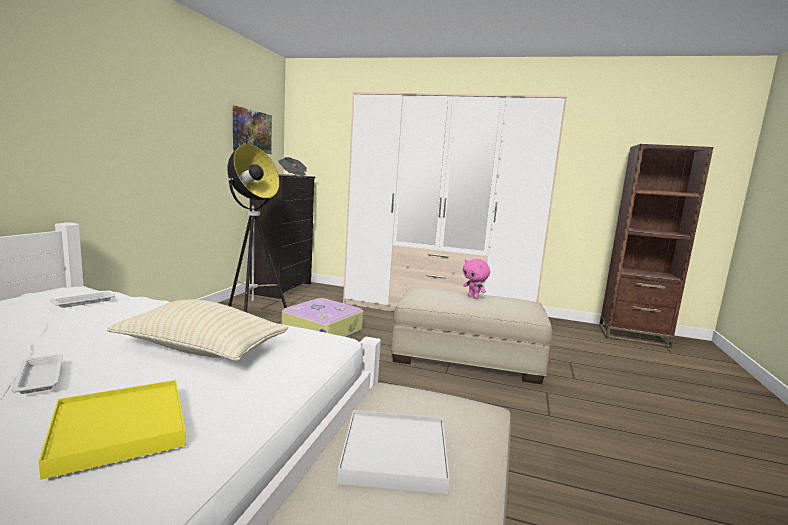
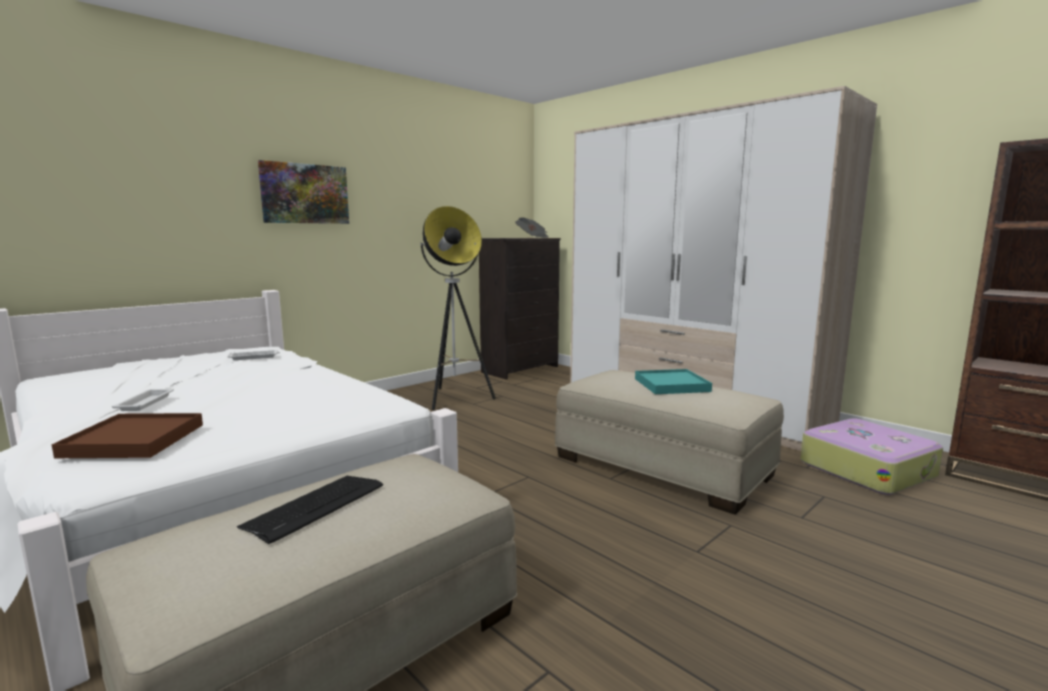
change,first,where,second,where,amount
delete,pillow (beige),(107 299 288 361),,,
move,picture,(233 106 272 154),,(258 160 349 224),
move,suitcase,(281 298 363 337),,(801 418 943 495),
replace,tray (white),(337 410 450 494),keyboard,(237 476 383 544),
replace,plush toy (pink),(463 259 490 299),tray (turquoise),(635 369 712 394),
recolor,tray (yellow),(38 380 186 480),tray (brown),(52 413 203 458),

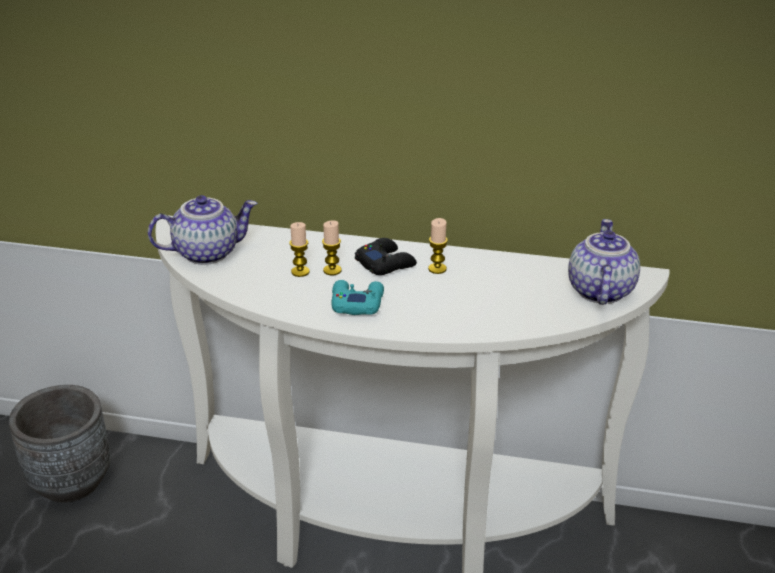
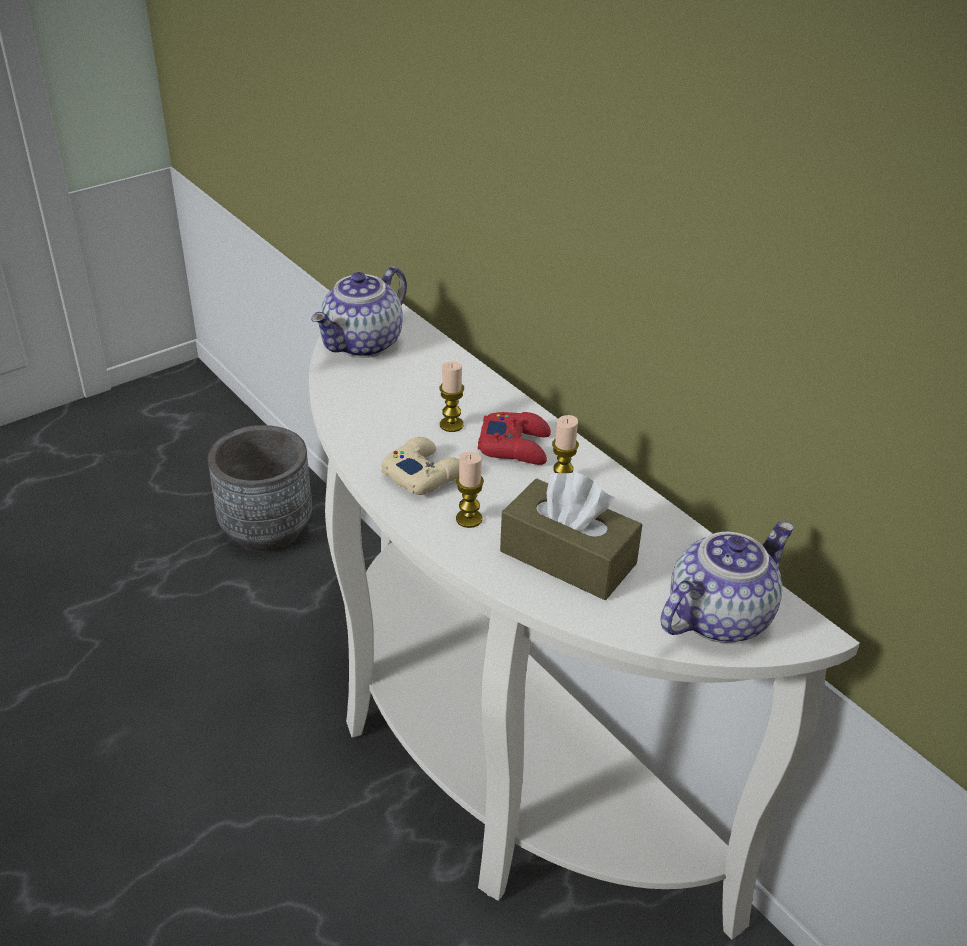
change,first,where,second,where,amount
insert,,,tissue box (brown),(500 472 642 600),
move,candle,(289 222 310 277),,(456 452 484 528),
recolor,game controller (turquoise),(331 280 384 315),game controller (beige),(381 437 459 495),
recolor,game controller (black),(355 238 417 275),game controller (red),(478 412 551 465),
rotate,teapot,(148 195 258 265),,(311 266 407 358),105 degrees clockwise

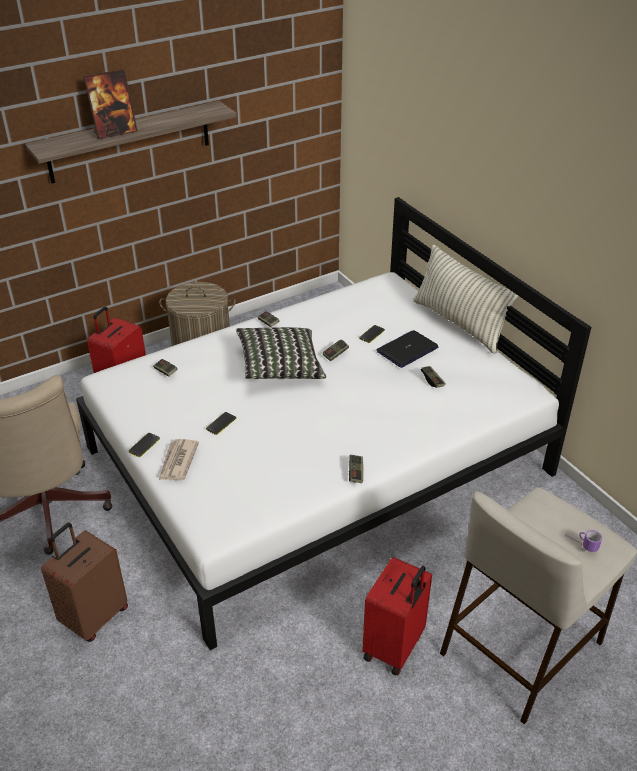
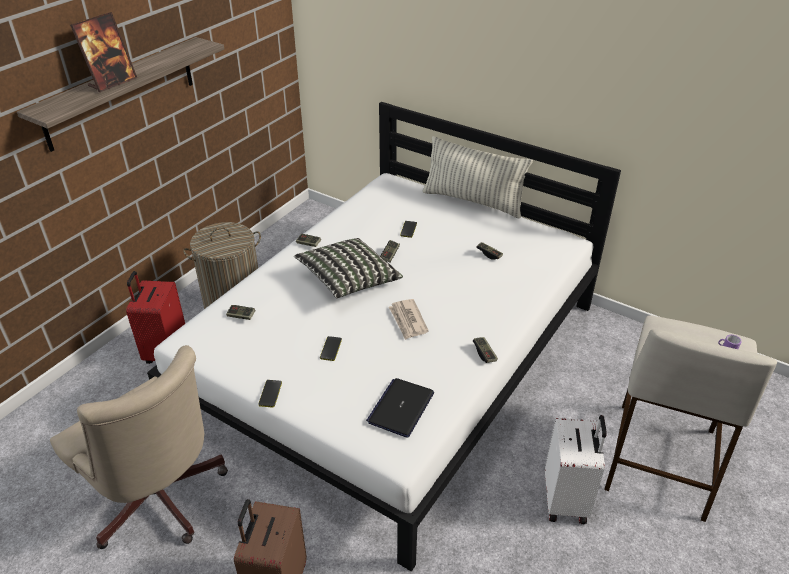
change,first,where,second,where,amount
move,newspaper,(159 439 199 480),,(389 299 429 340),
move,laptop,(377 330 438 368),,(366 378 434 438),
recolor,suitcase (red),(362 557 432 676),suitcase (white),(545 415 607 524),

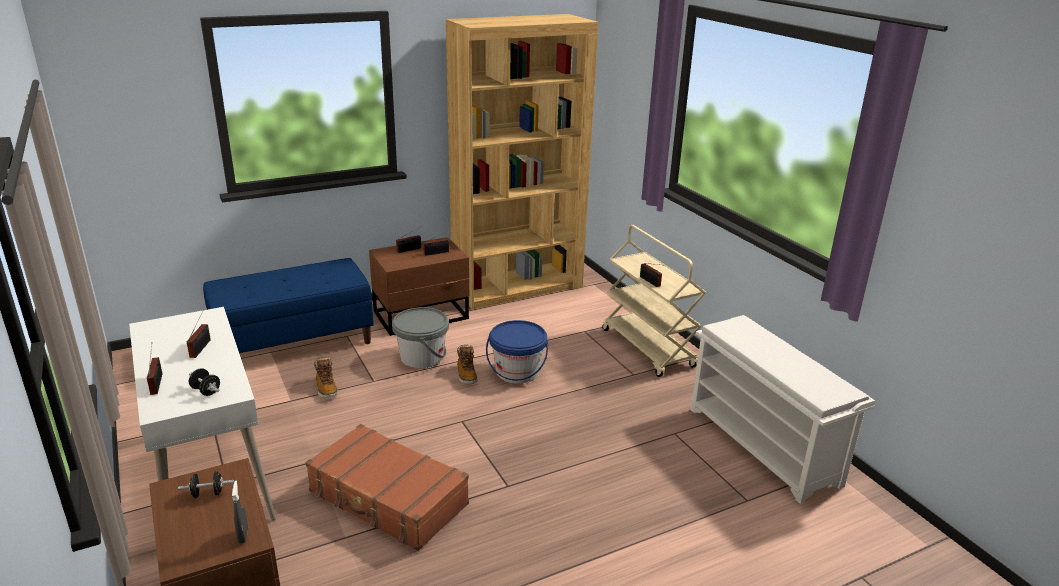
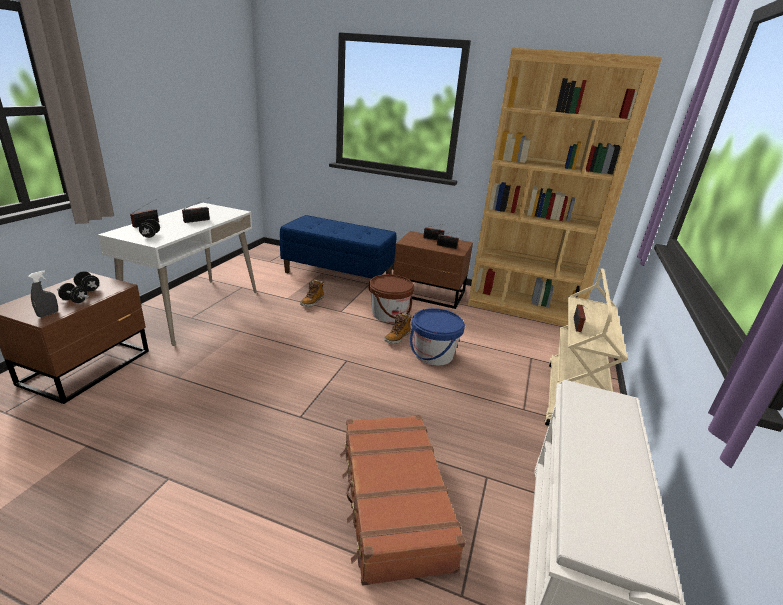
change,first,where,second,where,amount
insert,,,dumbbell (black),(57 283 89 303),
move,suitcase (brown),(305 424 469 551),,(340 415 466 586),
recolor,bucket (grey),(392 307 449 369),bucket (brown),(369 274 414 322),

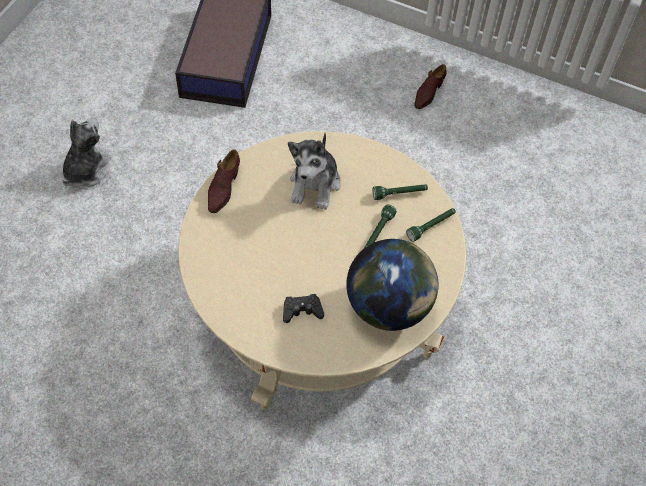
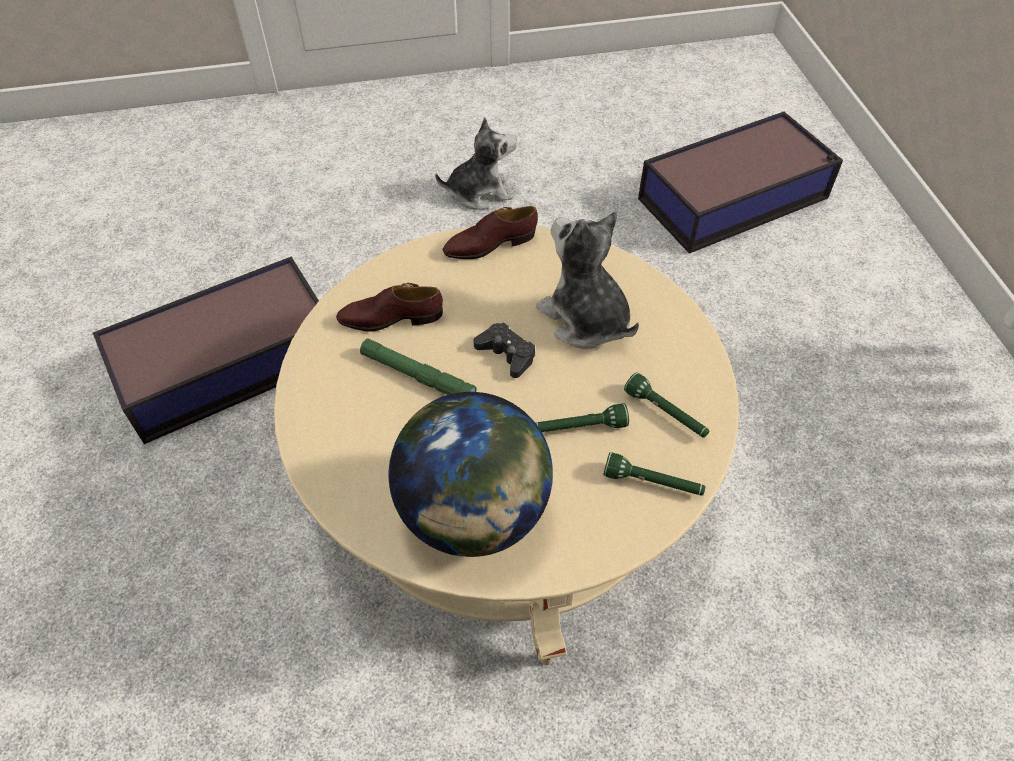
change,first,where,second,where,amount
insert,,,storage box,(93 257 319 444),
insert,,,flashlight (green),(360 339 477 395),
move,game controller (black),(283 294 324 323),,(474 322 535 378),
move,shoe (brown),(414 64 446 109),,(336 283 443 332),
rotate,plush toy,(288 133 341 210),,(536 211 639 349),75 degrees clockwise

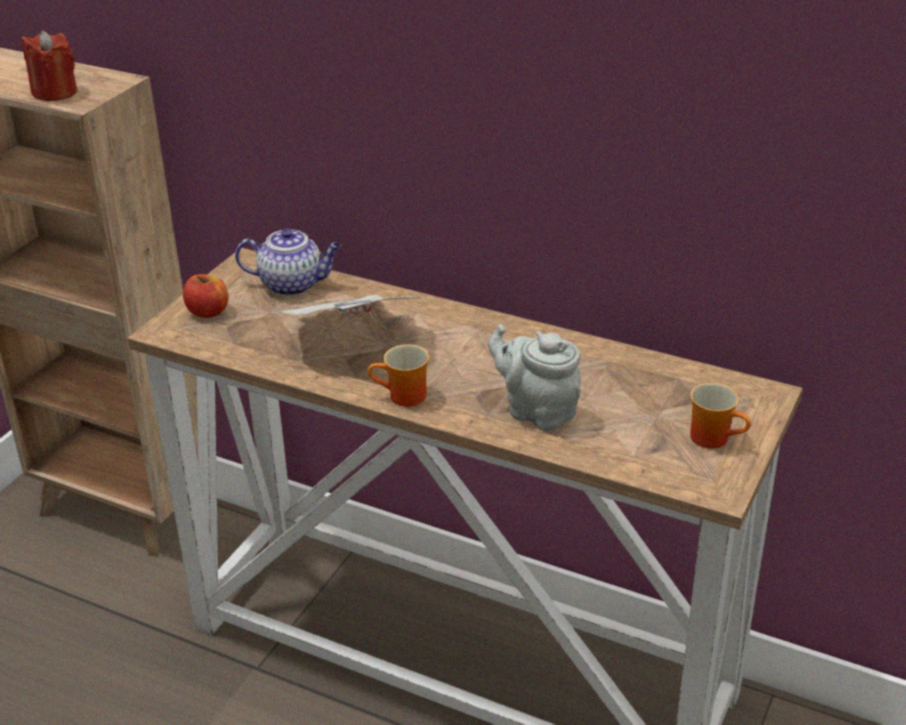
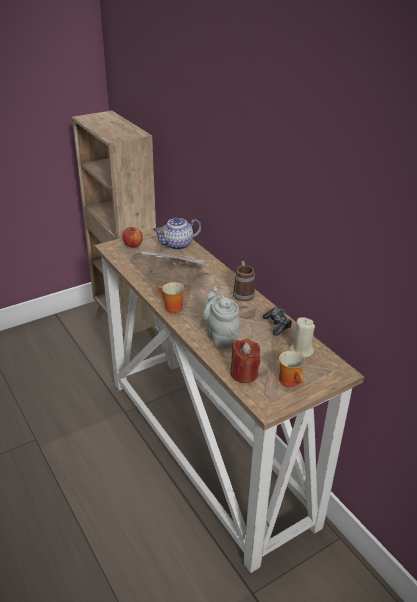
change,first,where,second,where,amount
insert,,,mug,(233 261 255 301),
insert,,,game controller,(262 307 292 336),
insert,,,candle (beige),(289 317 315 357),
move,candle (red),(22 31 77 101),,(230 339 260 383),
rotate,teapot,(235 228 342 296),,(153 217 201 250),120 degrees clockwise

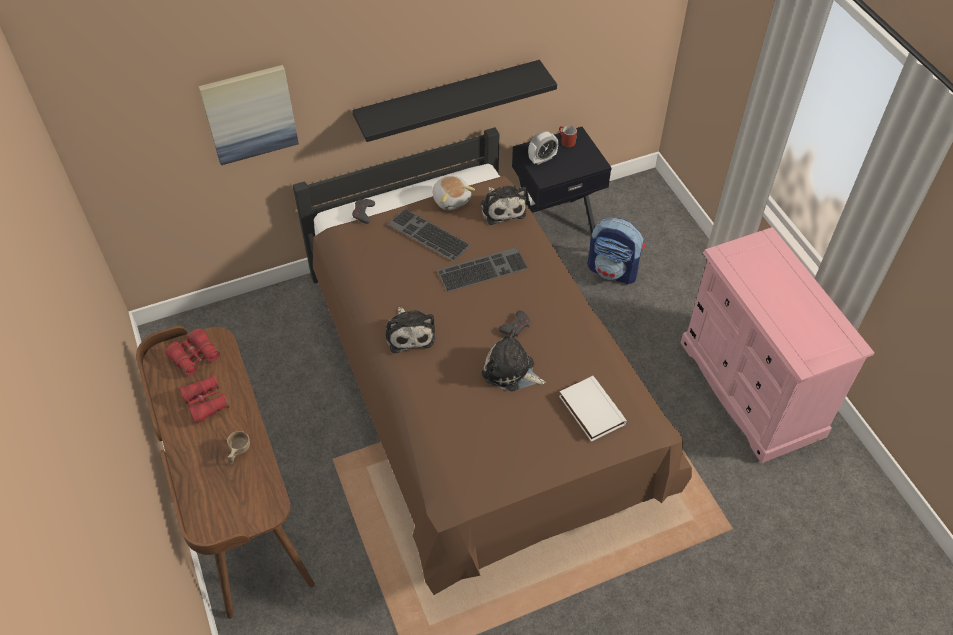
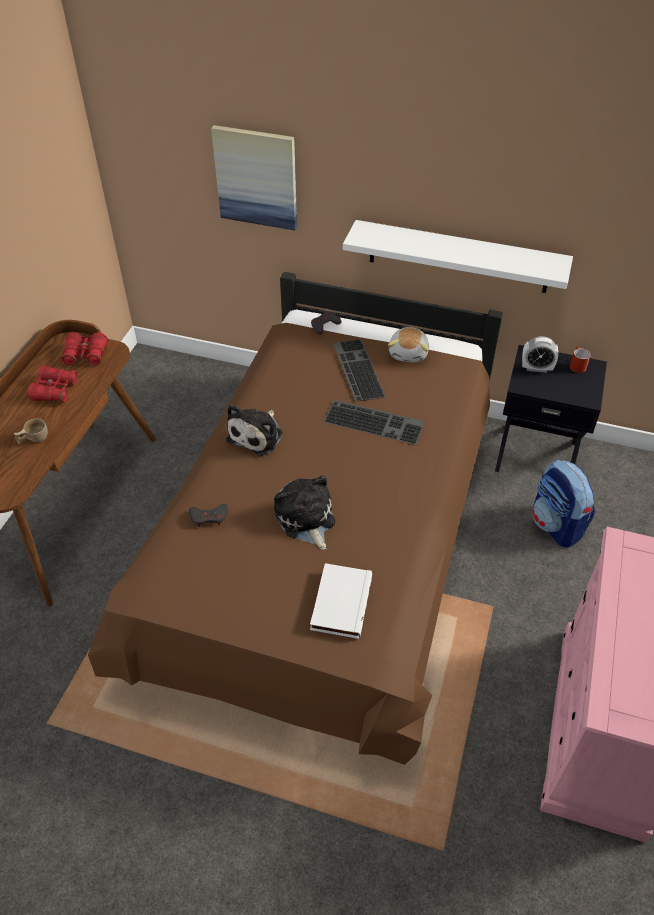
change,first,where,second,where,amount
delete,plush toy,(480 186 527 225),,,
move,game controller (grey),(498 311 530 337),,(189 504 228 527),
recolor,shelf (black),(352 60 557 142),shelf (white),(343 220 573 293),

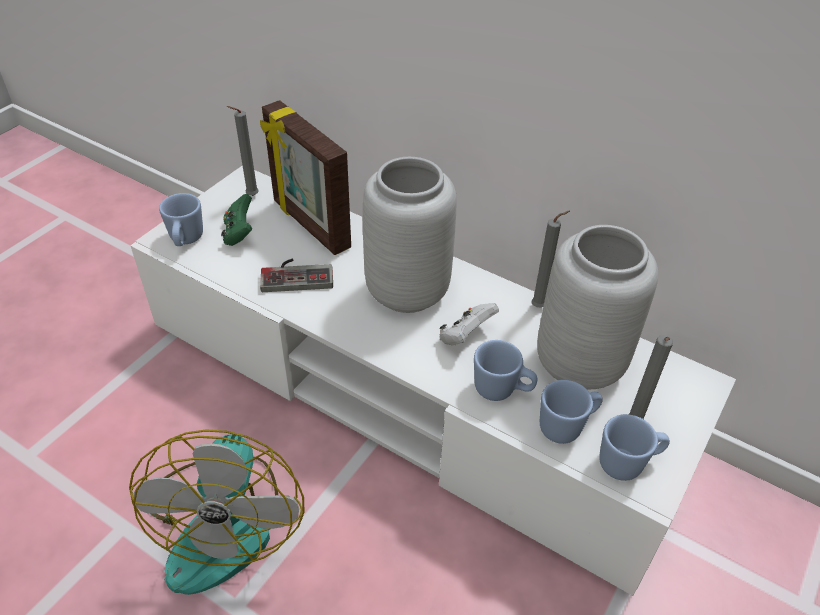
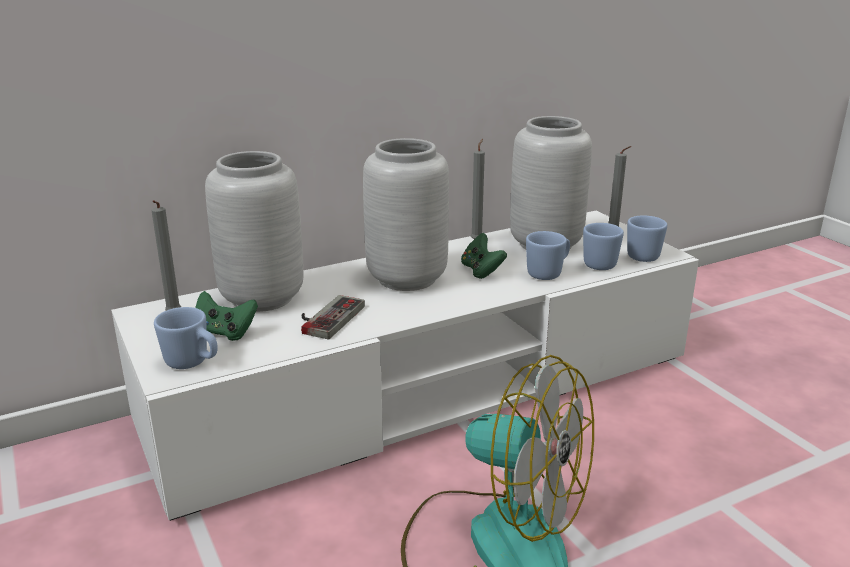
change,first,where,second,where,amount
replace,picture frame,(260 100 351 255),vase (grey),(205 151 304 312),
recolor,game controller (white),(439 303 499 346),game controller (green),(461 233 507 279),

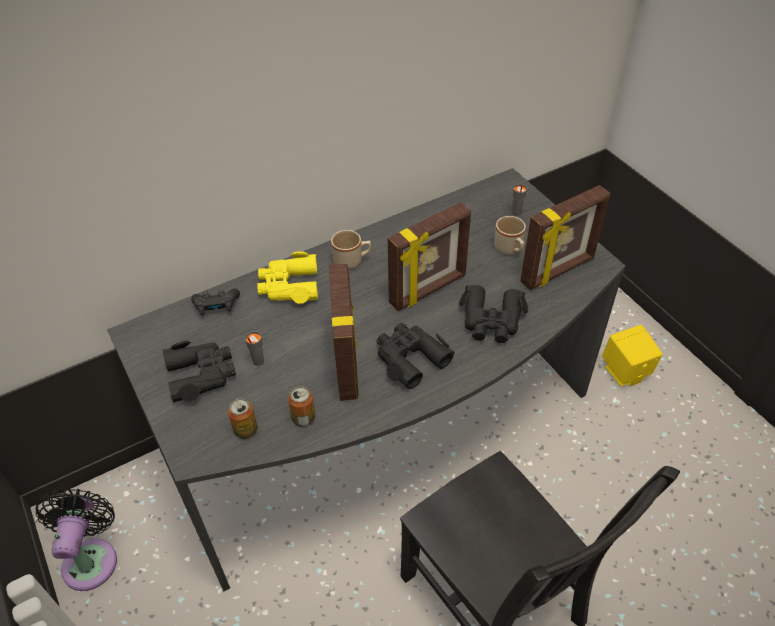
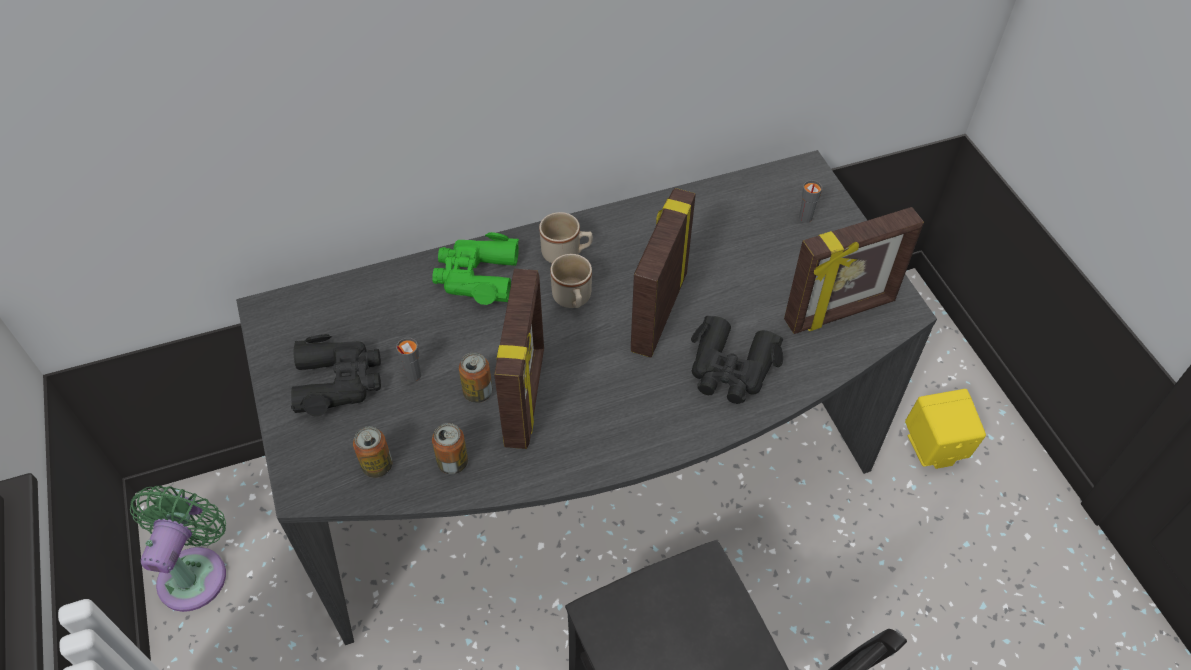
change,first,where,second,where,amount
delete,game controller (black),(191 289 240 316),,,
delete,binoculars (black),(376 323 455 389),,,
insert,,,can,(459 352 493 403),
move,mug (beige),(494 216 526 255),,(550 254 592 308),
recolor,fan (black),(36 488 117 591),fan (green),(130 486 226 612),
recolor,binoculars (yellow),(257 251 318 304),binoculars (green),(432 232 519 305),
rotate,picture frame,(388 202 471 311),,(631 188 696 358),135 degrees clockwise

